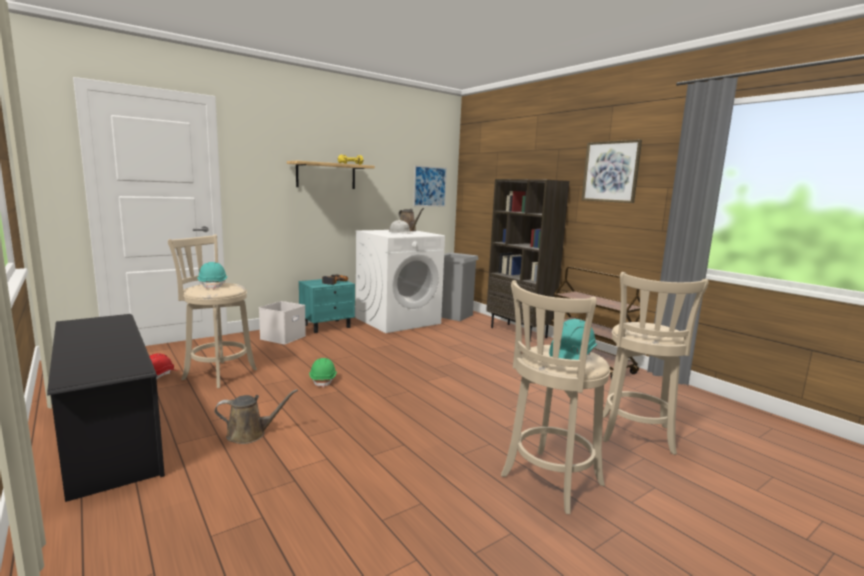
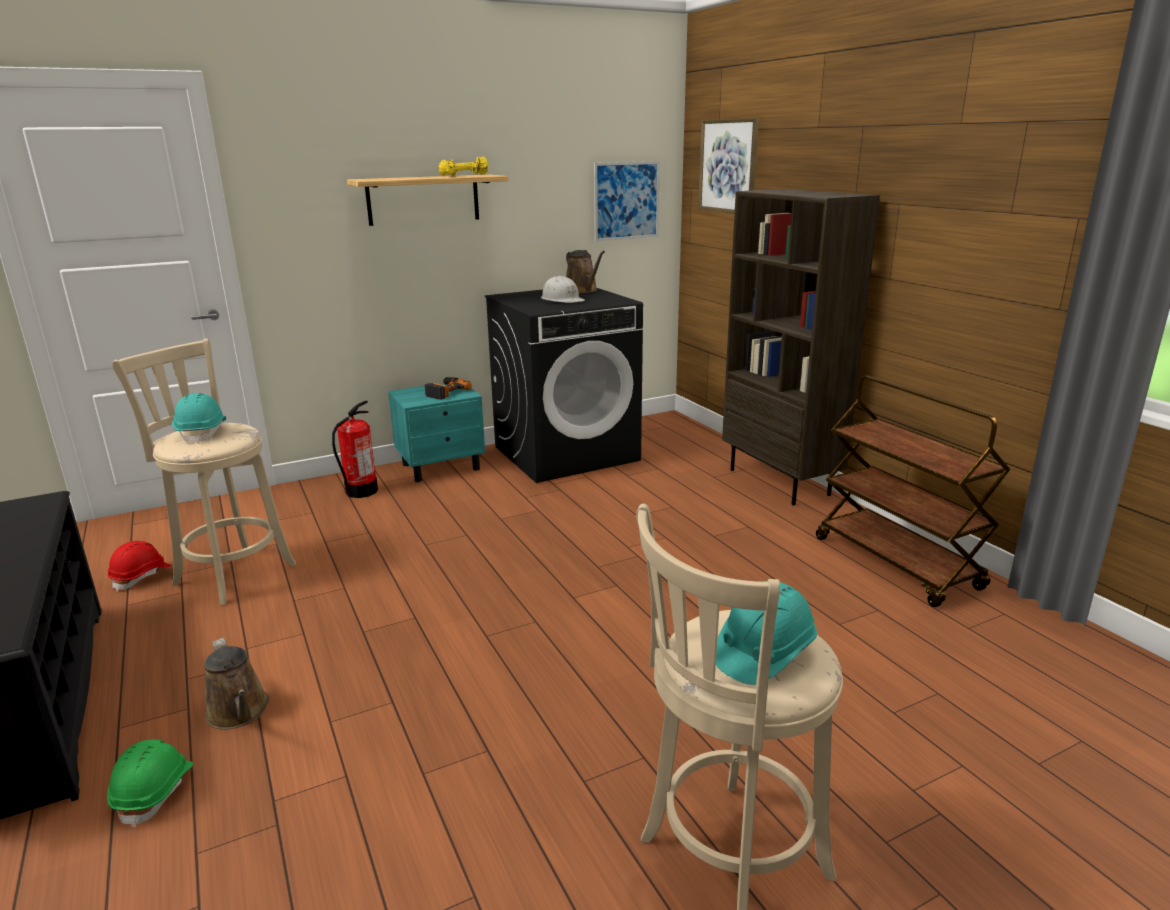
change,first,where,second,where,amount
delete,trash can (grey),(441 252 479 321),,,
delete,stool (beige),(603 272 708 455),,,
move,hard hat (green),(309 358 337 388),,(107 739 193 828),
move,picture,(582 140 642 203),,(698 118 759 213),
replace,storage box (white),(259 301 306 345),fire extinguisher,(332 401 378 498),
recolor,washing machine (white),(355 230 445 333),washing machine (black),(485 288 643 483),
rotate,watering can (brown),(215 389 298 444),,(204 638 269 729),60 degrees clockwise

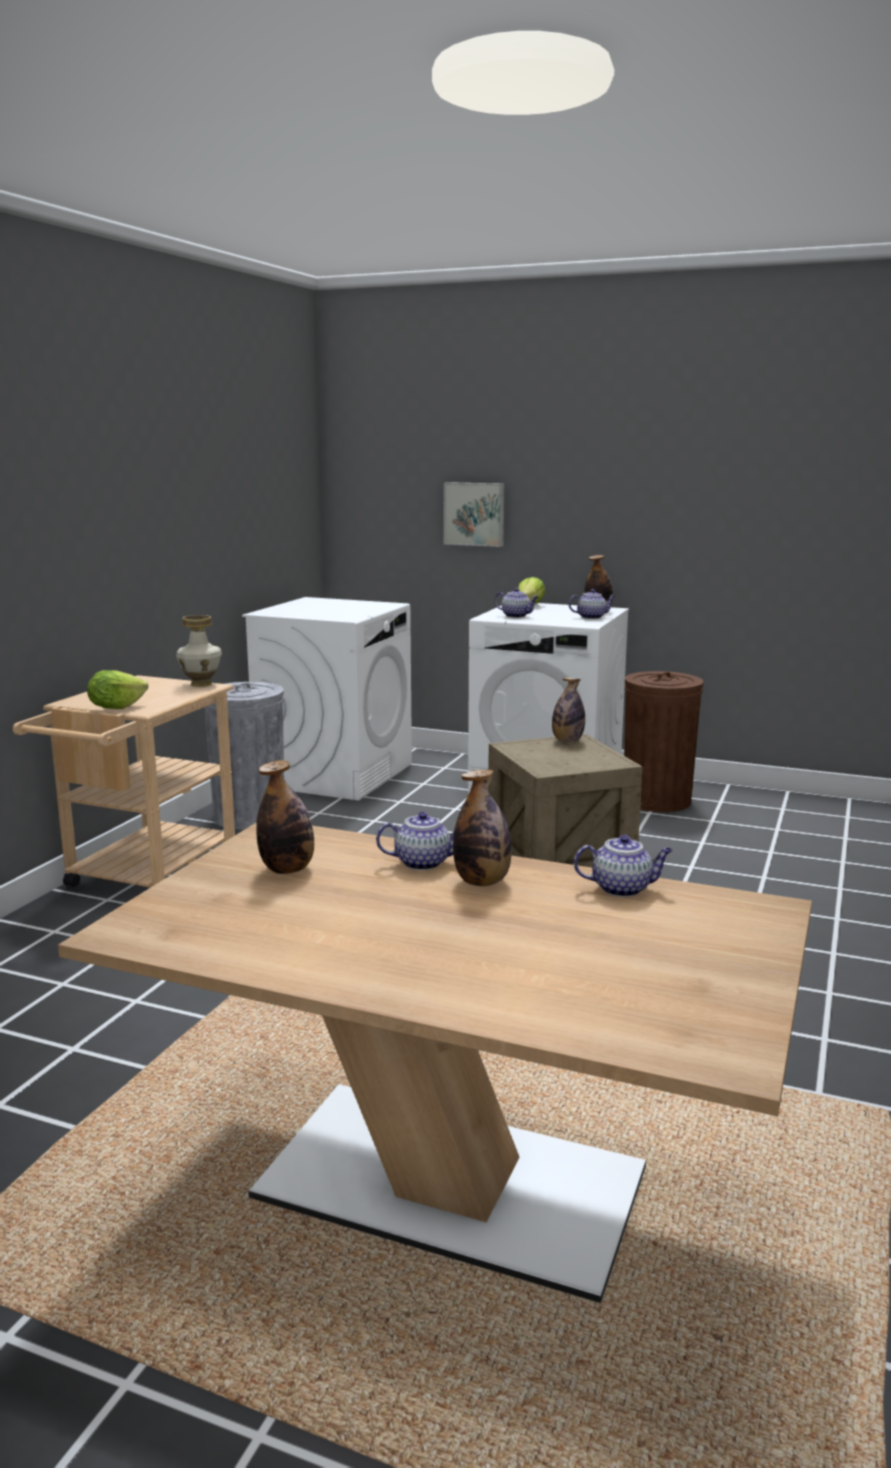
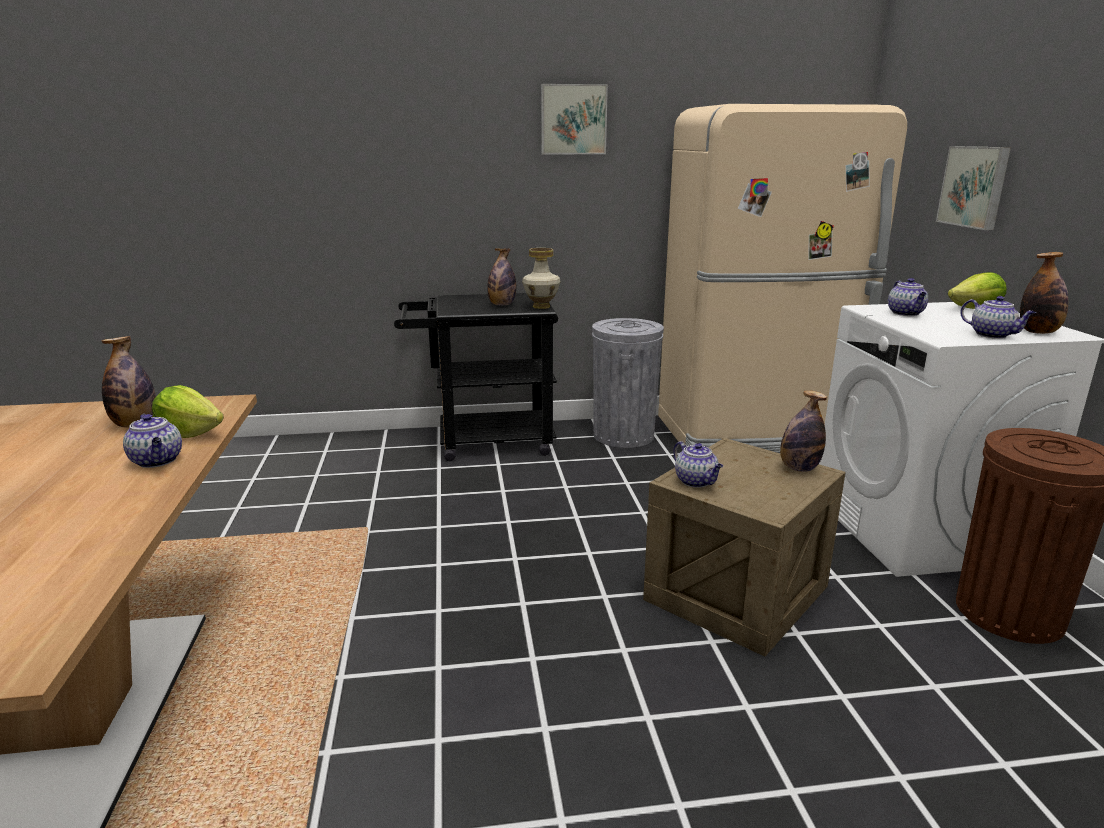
change,first,where,second,where,amount
insert,,,picture,(541 84 608 154),
move,lettuce,(87 670 148 709),,(152 385 224 438),
move,bottle,(453 770 512 886),,(487 248 516 305),
move,teapot,(574 835 673 897),,(673 441 723 488),
replace,washing machine (white),(242 597 412 800),fridge (beige),(658 104 907 453),
recolor,cart (beige),(13 675 235 887),cart (black),(394 293 558 461),

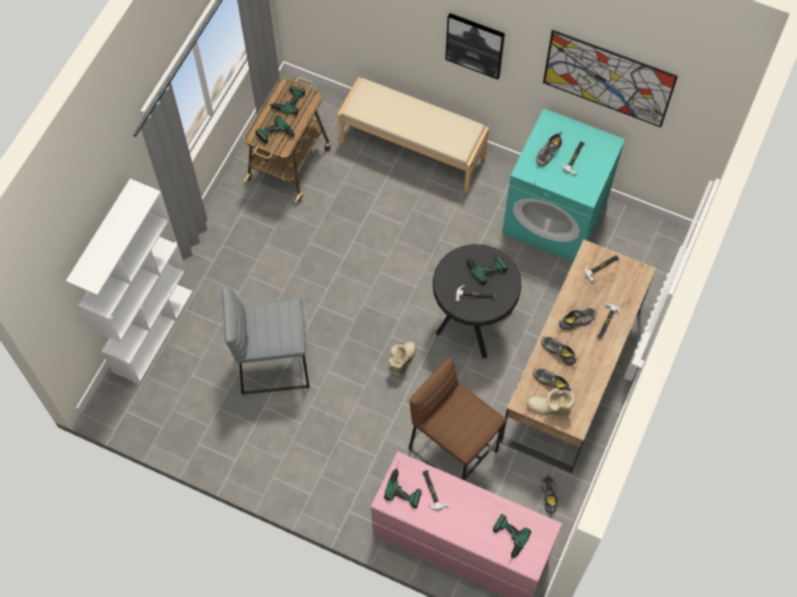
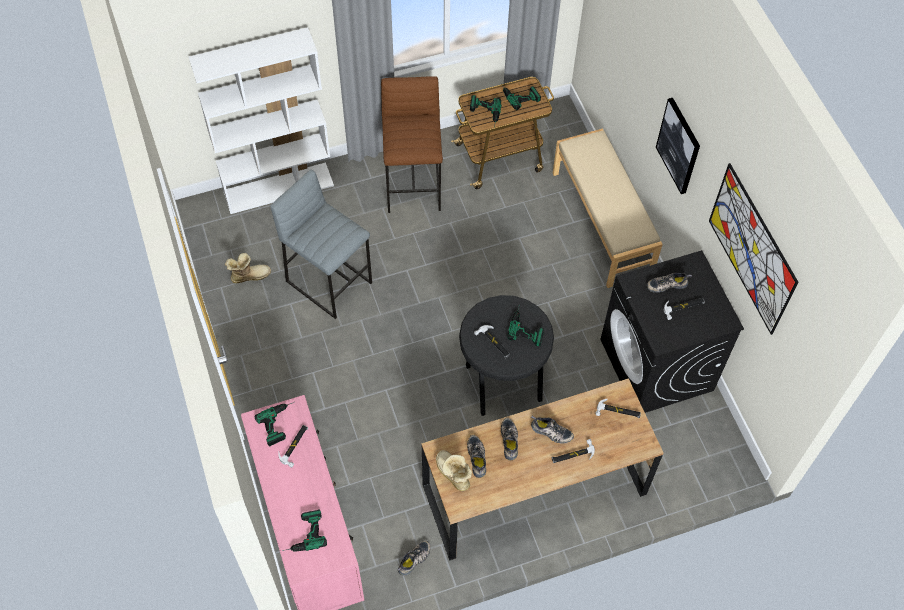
change,first,where,second,where,amount
move,boot,(388 341 417 377),,(225 253 271 283),
move,stool (brown),(409 357 506 481),,(381 76 443 213),
recolor,washing machine (turquoise),(502 108 625 262),washing machine (black),(600 250 744 413),

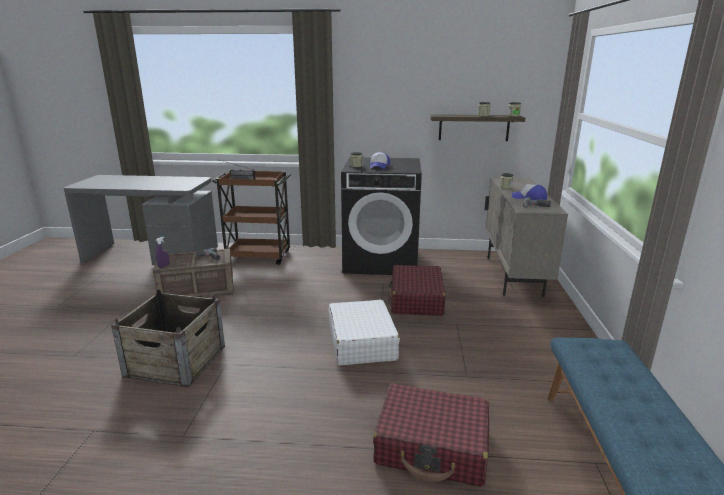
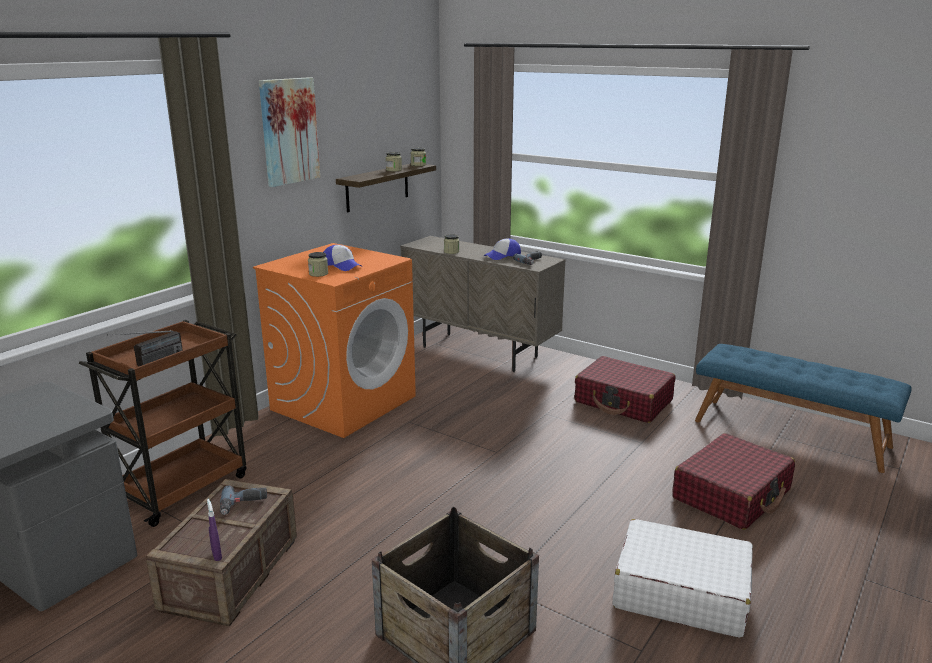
change,first,where,second,where,amount
insert,,,picture,(259 77 320 187),
move,suitcase (white),(329 300 400 366),,(613 519 753 638),
move,suitcase (red),(389 265 446 316),,(575 356 675 423),
recolor,washing machine (black),(341 157 422 275),washing machine (orange),(253 243 416 438),

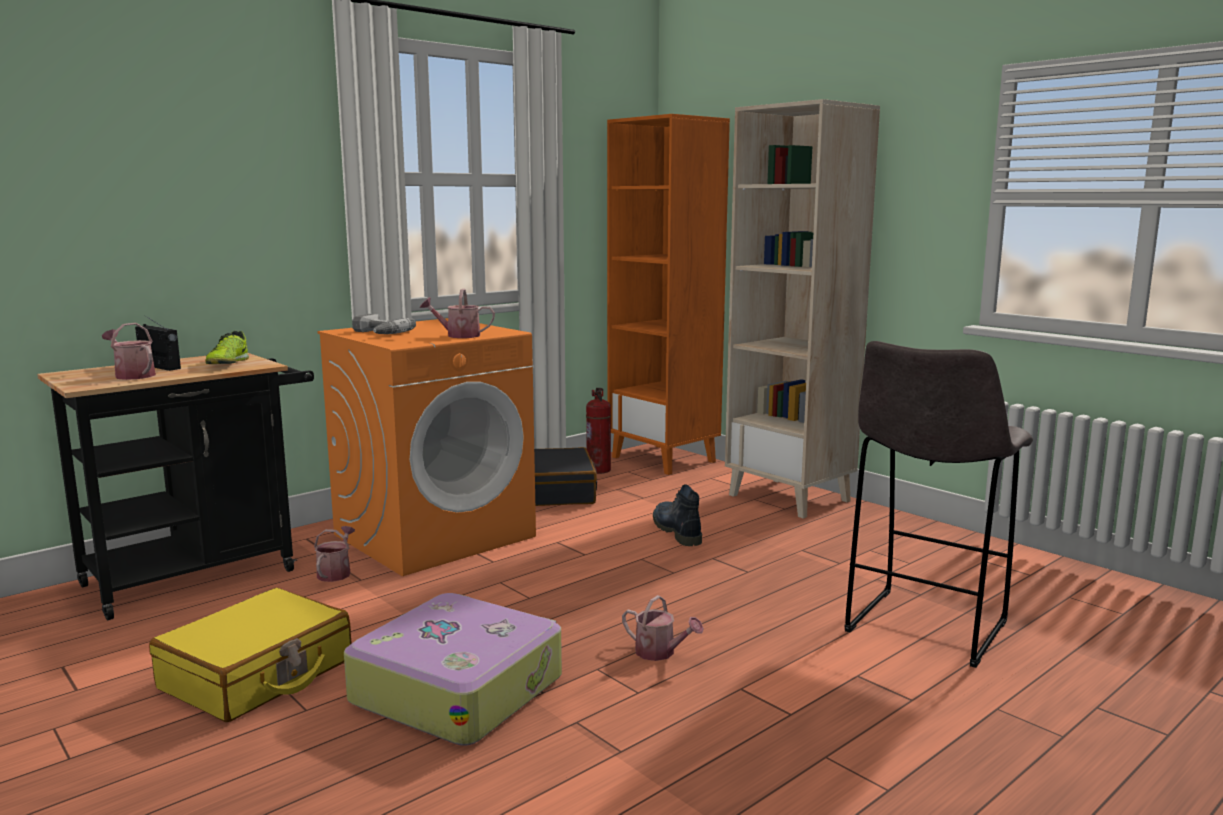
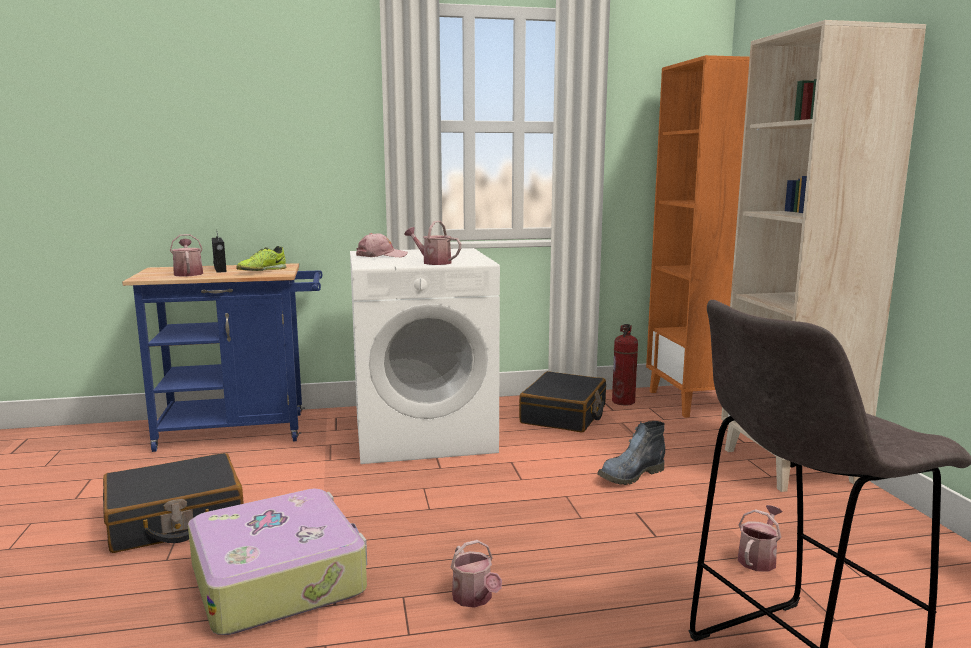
change,first,where,second,where,amount
move,watering can,(314 526 355 582),,(738 505 783 572),
replace,power drill,(352 314 416 334),cap (pink),(356 233 408 257),
recolor,cart (black),(37 353 314 620),cart (blue),(122 263 322 452),
recolor,suitcase (yellow),(149 588 352 722),suitcase (black),(103 453 244 553),
recolor,washing machine (orange),(317 318 536 576),washing machine (white),(350 248 500 464),
rotate,boot,(653 484 702 546),,(597 421 665 485),135 degrees counterclockwise

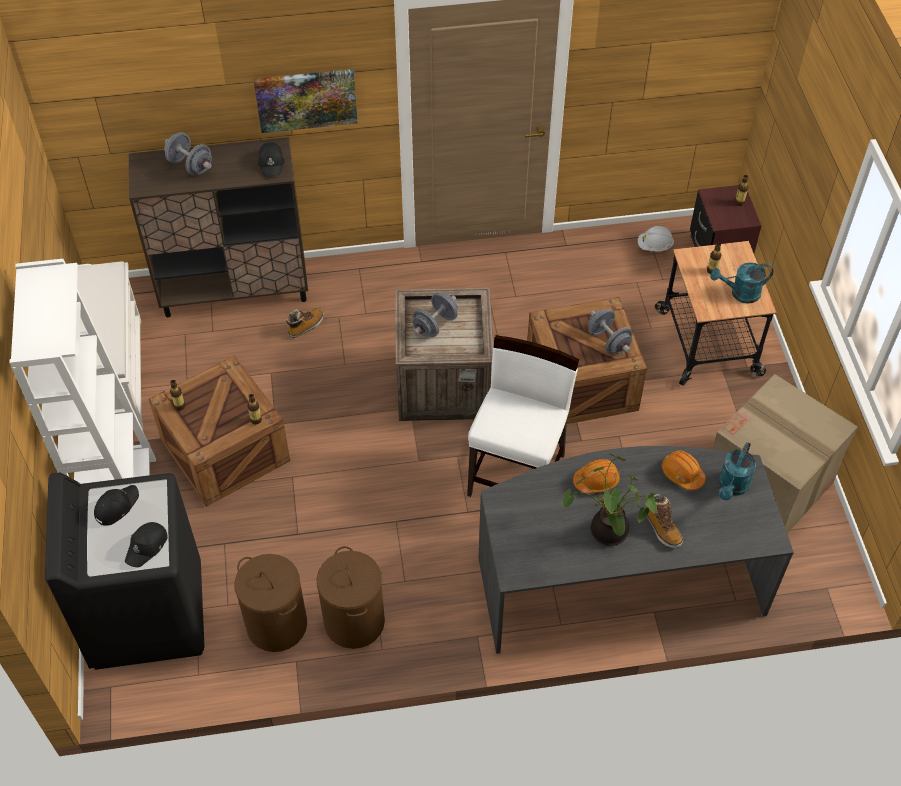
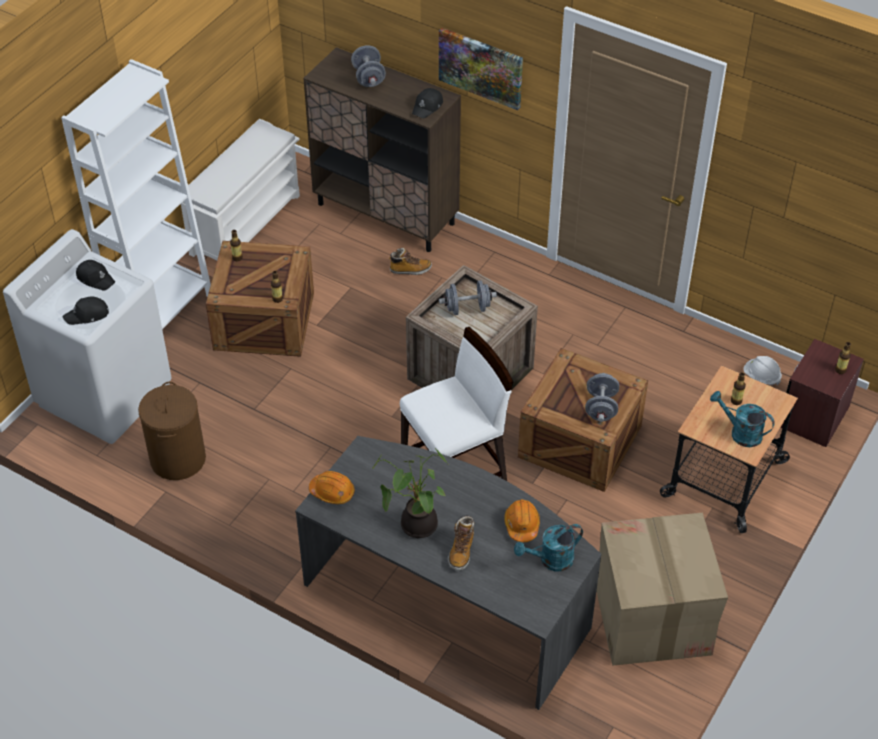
change,first,where,second,where,amount
delete,laundry basket (brown),(316 546 385 649),,,
move,hard hat (orange),(573 459 620 493),,(309 471 355 504),
recolor,washing machine (black),(45 473 204 670),washing machine (white),(3 229 172 444),
rotate,cap (black),(94 485 139 525),,(76 260 115 291),45 degrees clockwise

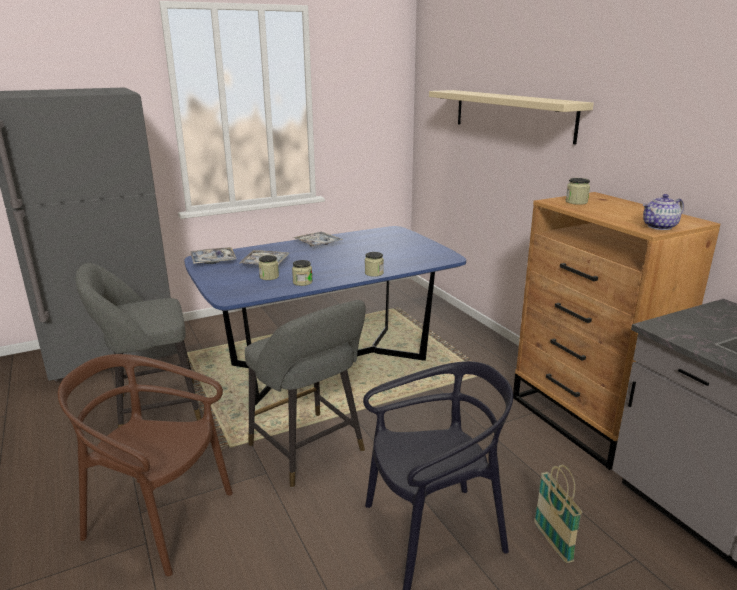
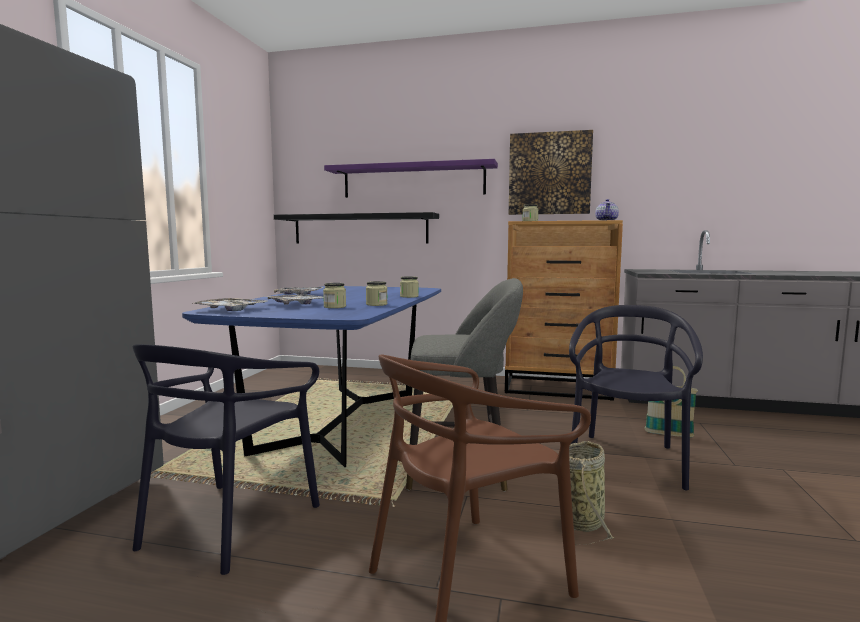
change,first,where,second,where,amount
insert,,,shelf (black),(274 212 439 243),
insert,,,picture,(509 130 593 215),
insert,,,basket,(569 441 615 545),
replace,stool (grey),(76 263 201 427),chair (black),(132 344 320 575),
recolor,shelf (beige),(429 90 594 144),shelf (purple),(324 159 498 198),

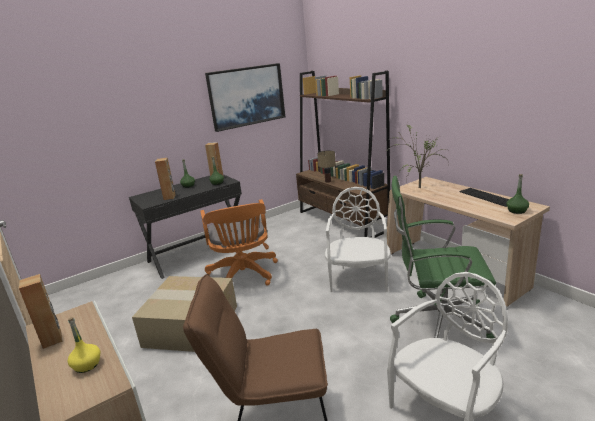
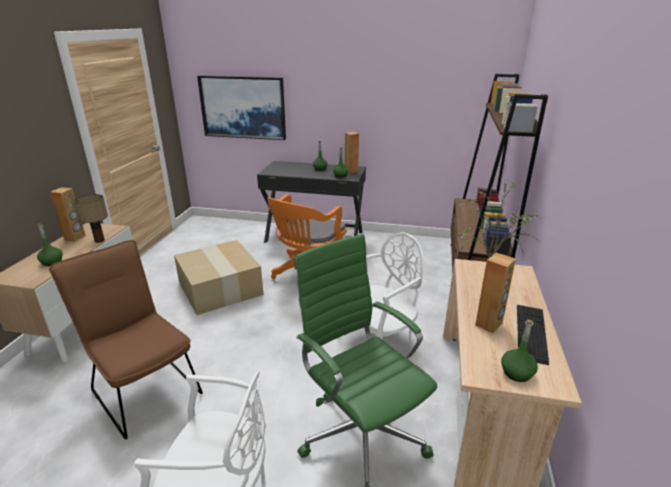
change,first,where,second,where,amount
move,speaker (brown),(155 158 176 200),,(475 253 516 333),
move,picture,(205 63 285 132),,(197 75 286 140),
move,table lamp,(317 151 336 183),,(73 194 108 243),
recolor,bottle (yellow),(68 317 100 373),bottle (green),(37 224 63 266),

